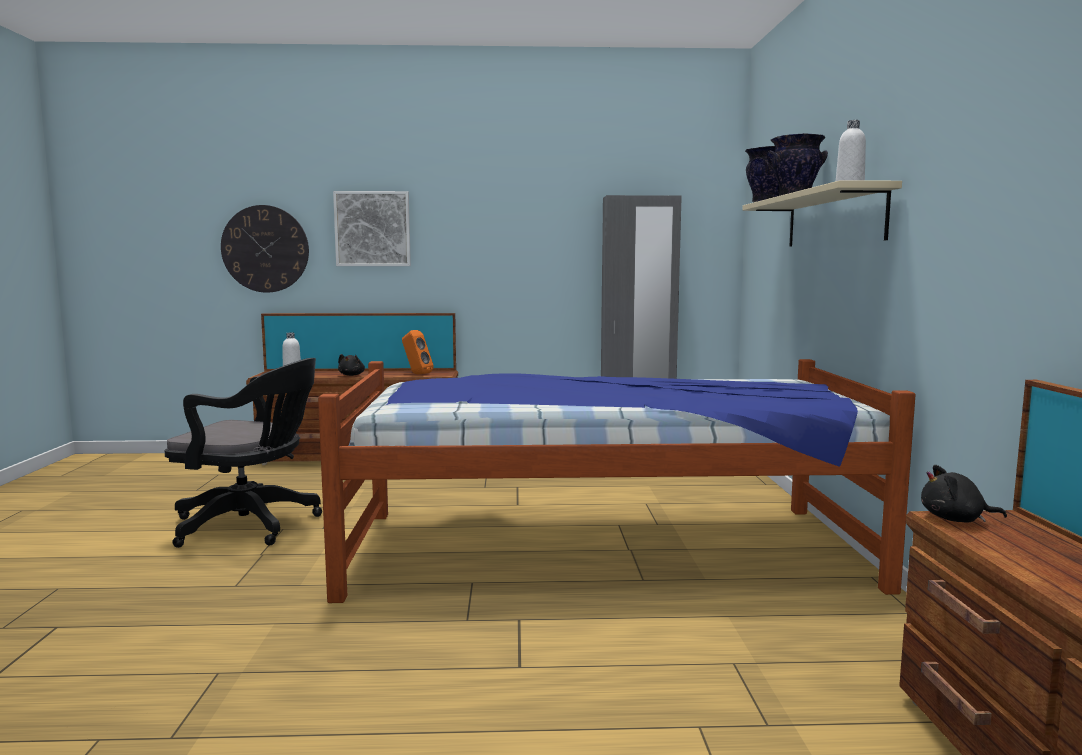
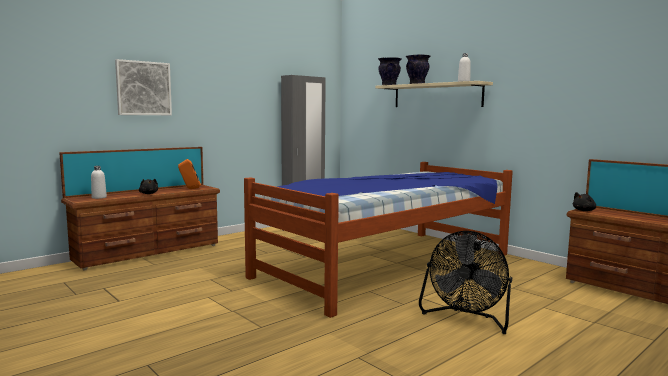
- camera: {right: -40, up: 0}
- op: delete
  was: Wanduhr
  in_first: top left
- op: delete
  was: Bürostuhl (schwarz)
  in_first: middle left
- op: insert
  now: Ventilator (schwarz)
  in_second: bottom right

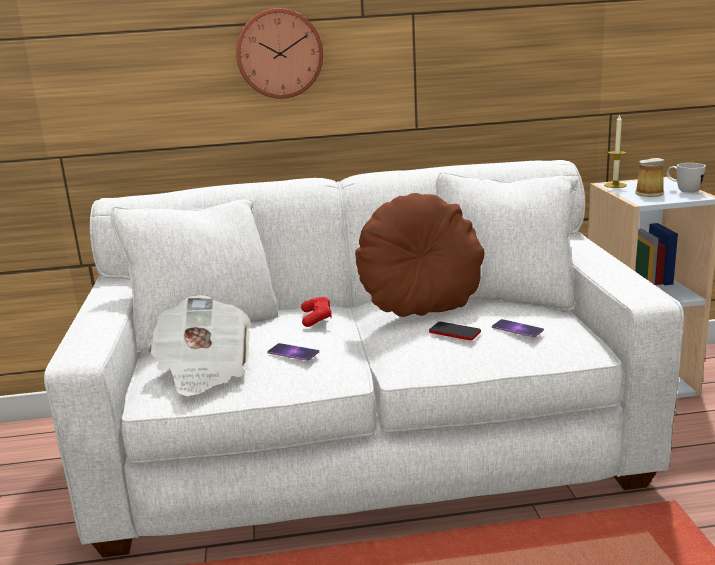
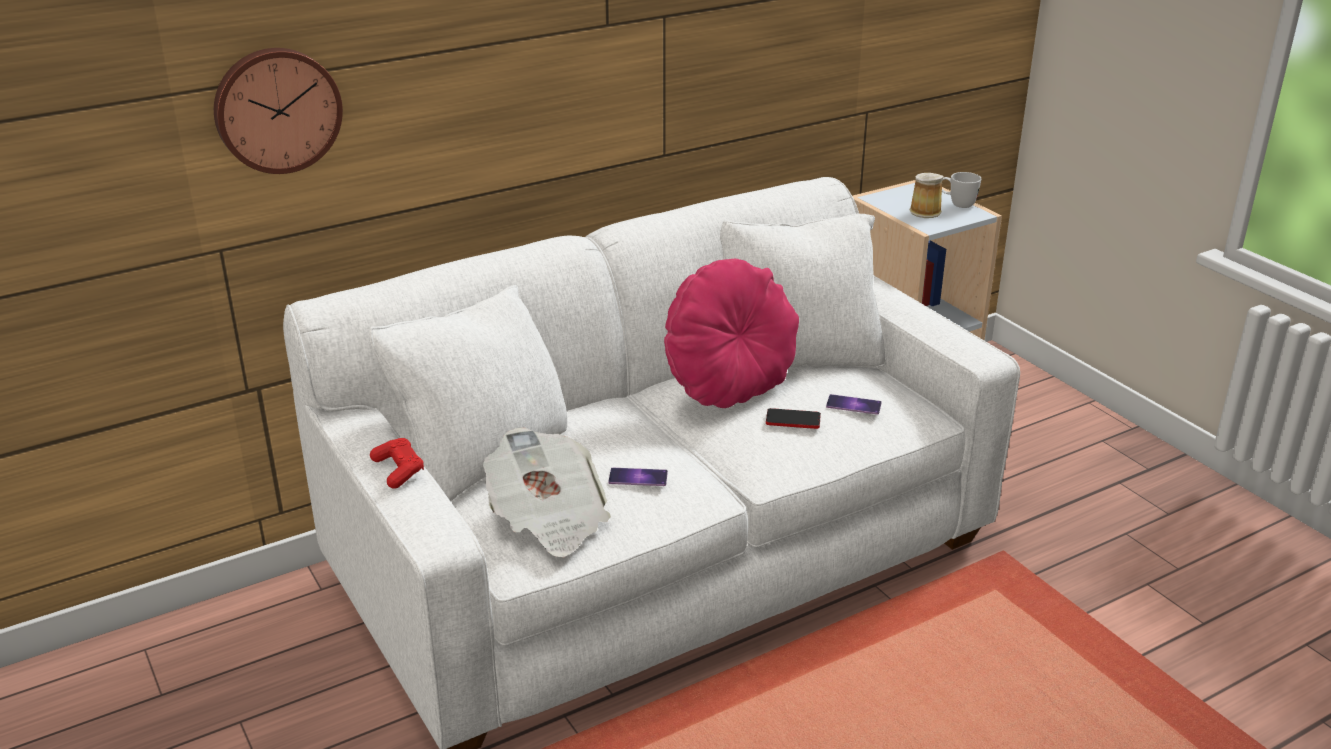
- camera: {right: -25, up: 10}
- op: move
  was: Wanduhr
  in_first: top centre
  in_second: top left
- op: delete
  was: Kerze
  in_first: top right
- op: recolor
  was: Kissen (braun)
  now: Kissen (rosa)
  in_first: centre
  in_second: centre
- op: move
  was: Gamepad (rot)
  in_first: centre
  in_second: middle left

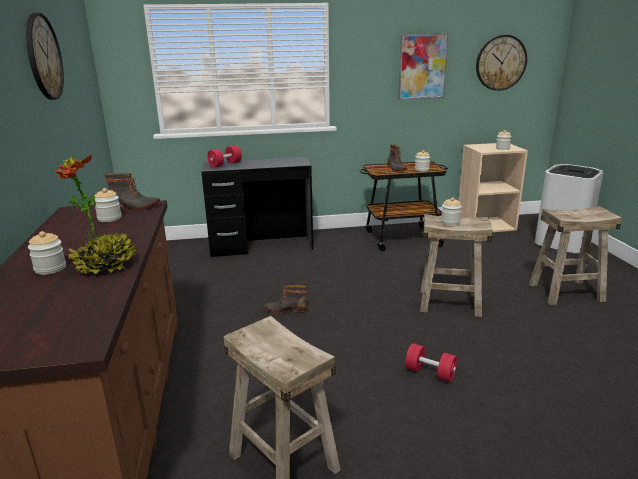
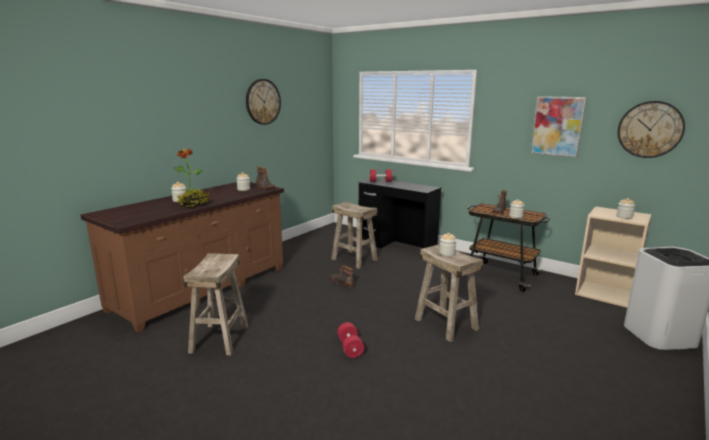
- camera: {right: 45, up: -5}
- op: move
  was: Hocker (beige) (3rd from left in the first image)
  now: Hocker (beige) (2nd from left)
  in_first: middle right
  in_second: centre

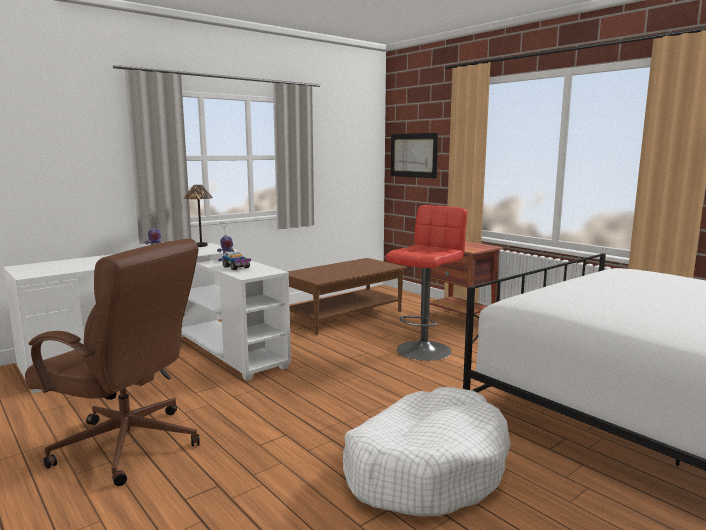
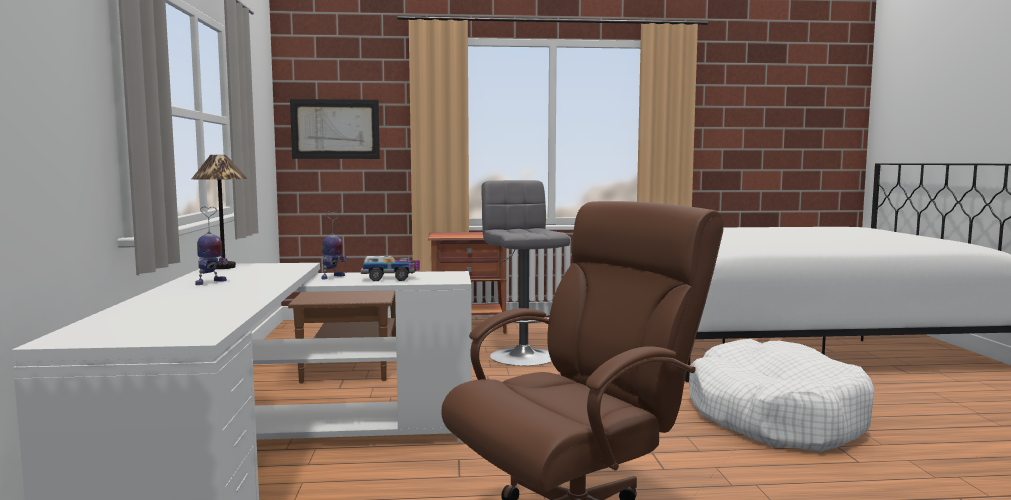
- camera: {right: -55, up: -5}
- op: recolor
  was: Hocker (rot)
  now: Hocker (grau)
  in_first: centre
  in_second: centre

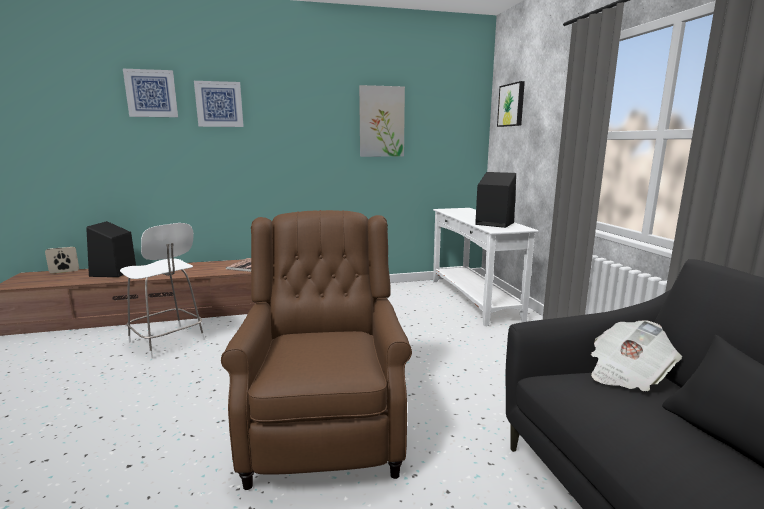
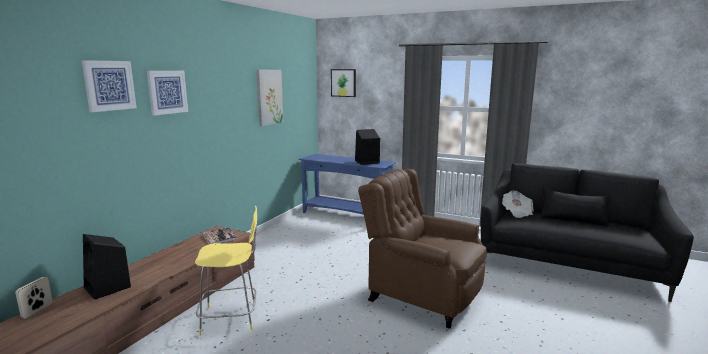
- camera: {right: -50, up: 0}
- op: recolor
  was: Konsolentisch (weiß)
  now: Konsolentisch (blau)
  in_first: centre
  in_second: centre
- op: recolor
  was: Hocker (weiß)
  now: Hocker (gelb)
  in_first: middle left
  in_second: bottom left

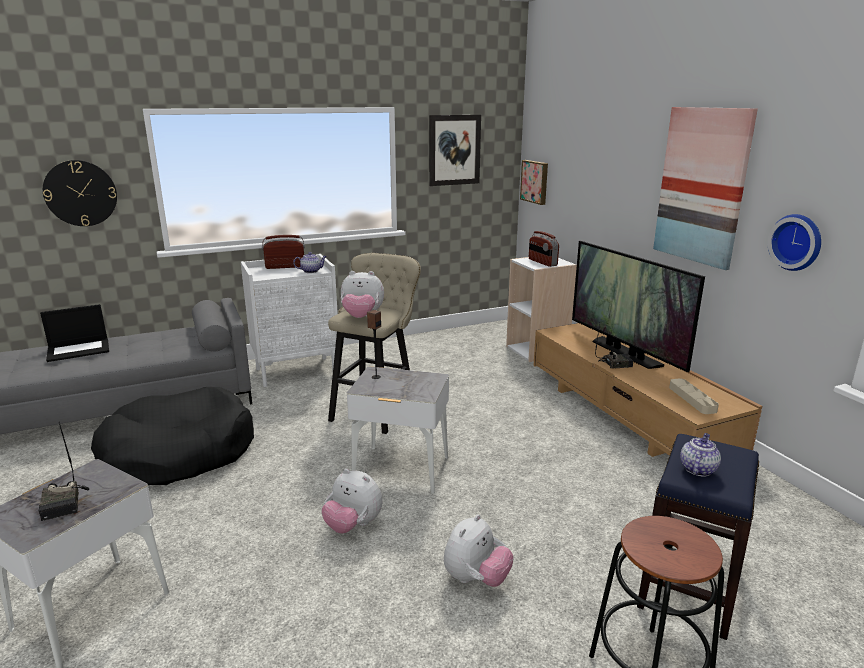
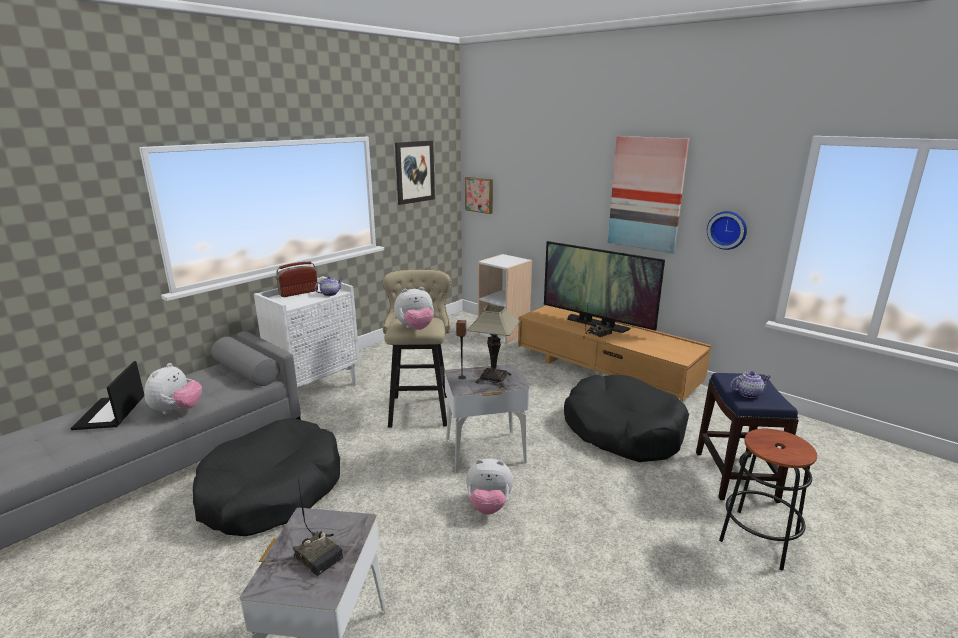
- camera: {right: -25, up: 0}
- op: delete
  was: Wanduhr (1st from left)
  in_first: top left
- op: delete
  was: Radio (3rd from left)
  in_first: centre
- op: rotate
  was: Laptop
  in_first: middle left
  in_second: middle left
  clockwise: 135
- op: delete
  was: Tablett (beige)
  in_first: middle right
- op: rotate
  was: Teekanne (2nd from left)
  in_first: bottom right
  in_second: middle right
  clockwise: 75
- op: move
  was: Plüschtier (3rd from left in the first image)
  now: Plüschtier (1st from left)
  in_first: bottom centre
  in_second: middle left
- op: insert
  now: Tischlampe
  in_second: centre
- op: insert
  now: Hundebett (schwarz) (2nd from left)
  in_second: centre

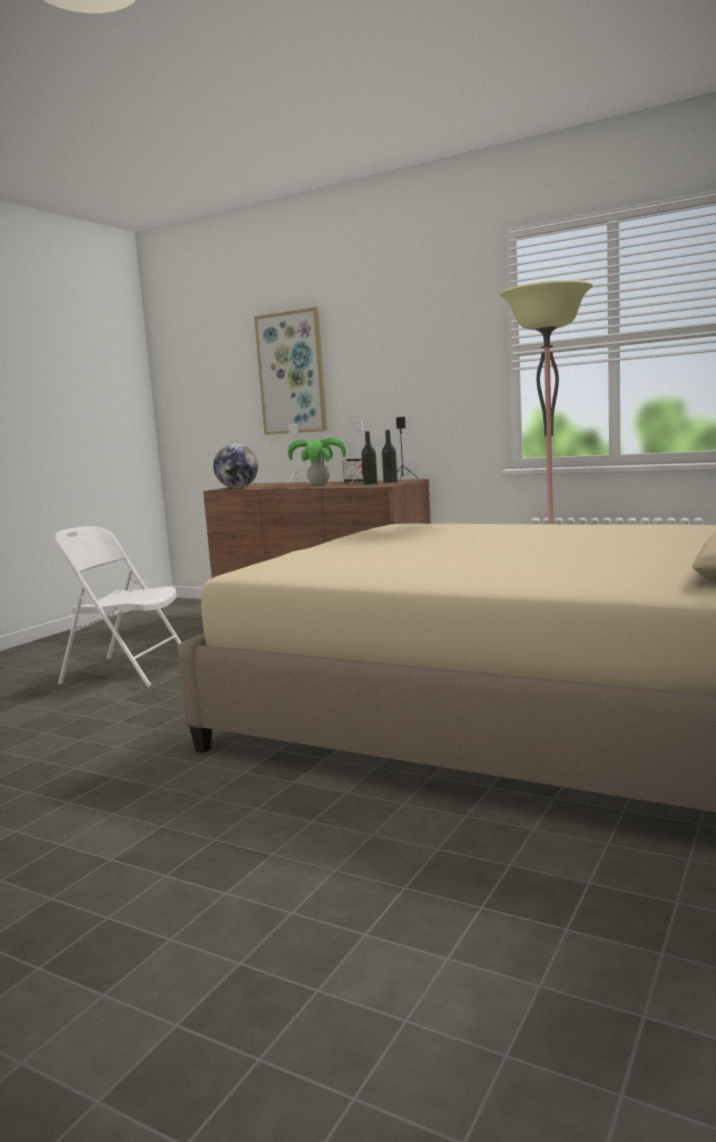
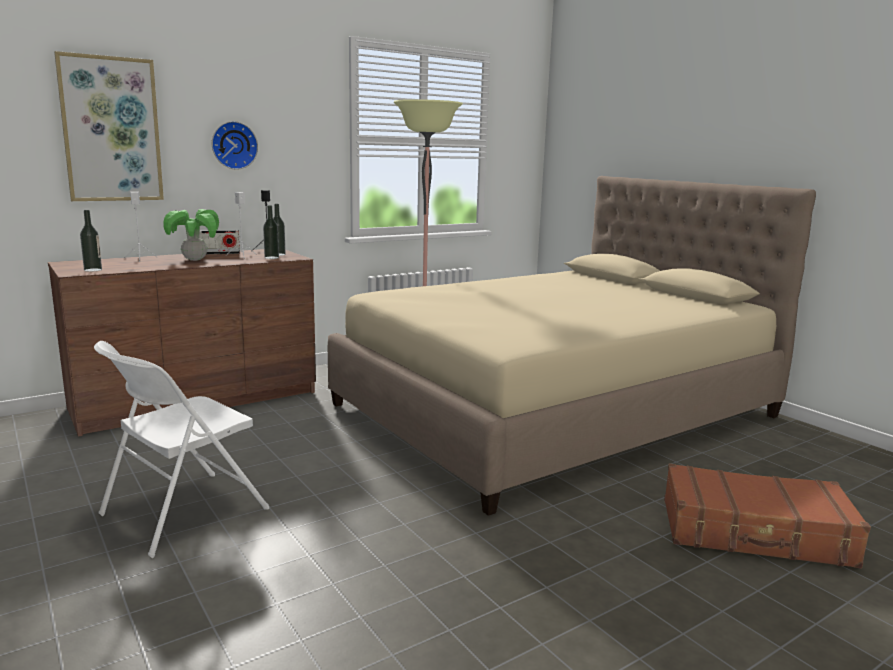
- camera: {right: -65, up: 5}
- op: replace
  was: Globus
  now: Flasche (1st from left)
  in_first: middle left
  in_second: middle left
- op: insert
  now: Wanduhr
  in_second: top left
- op: insert
  now: Koffer (braun)
  in_second: bottom right

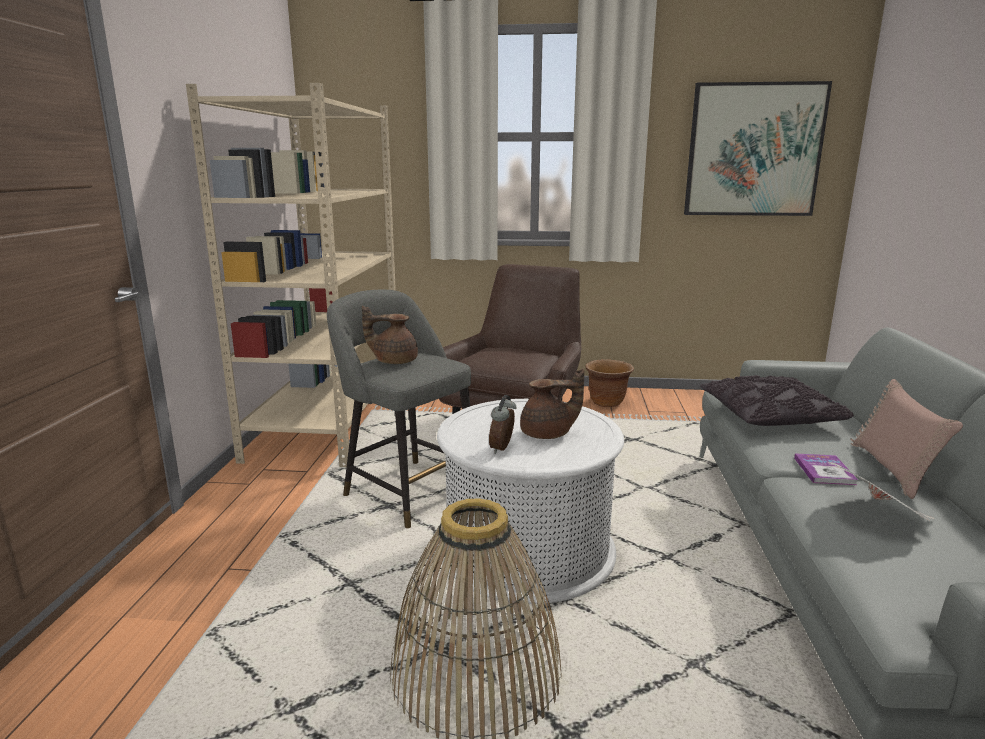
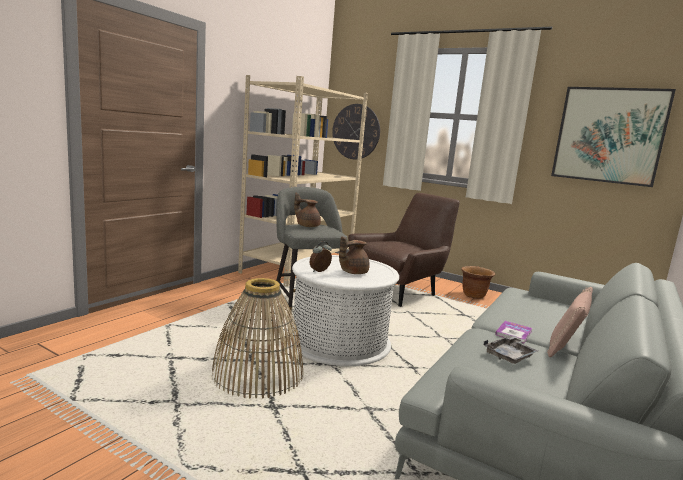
- camera: {right: 25, up: -5}
- op: rotate
  was: Teekanne (braun) (2nd from left)
  in_first: centre
  in_second: centre
  clockwise: 120
- op: delete
  was: Kissen (schwarz)
  in_first: middle right
- op: replace
  was: Zeitung
  now: Tablett (grau)
  in_first: middle right
  in_second: bottom right
- op: insert
  now: Wanduhr
  in_second: top centre

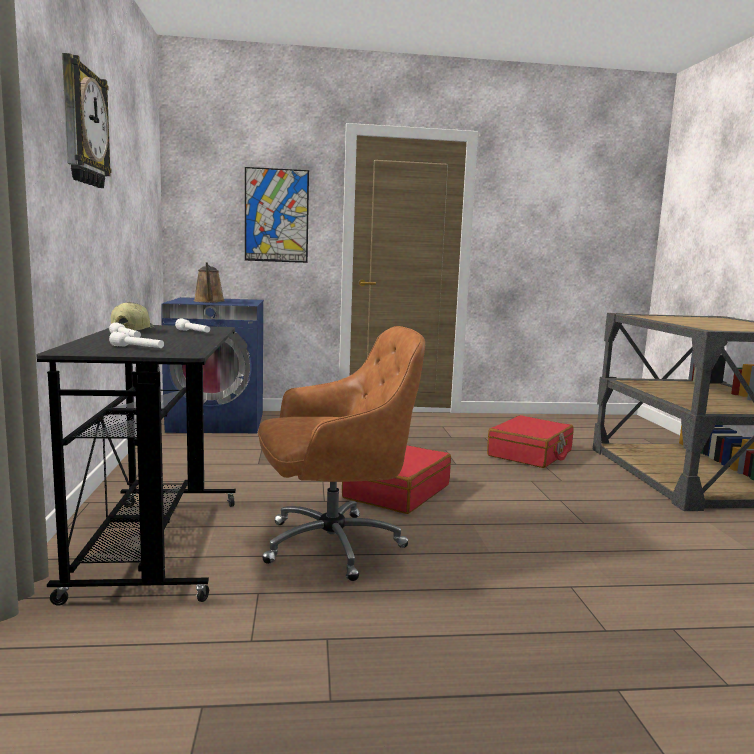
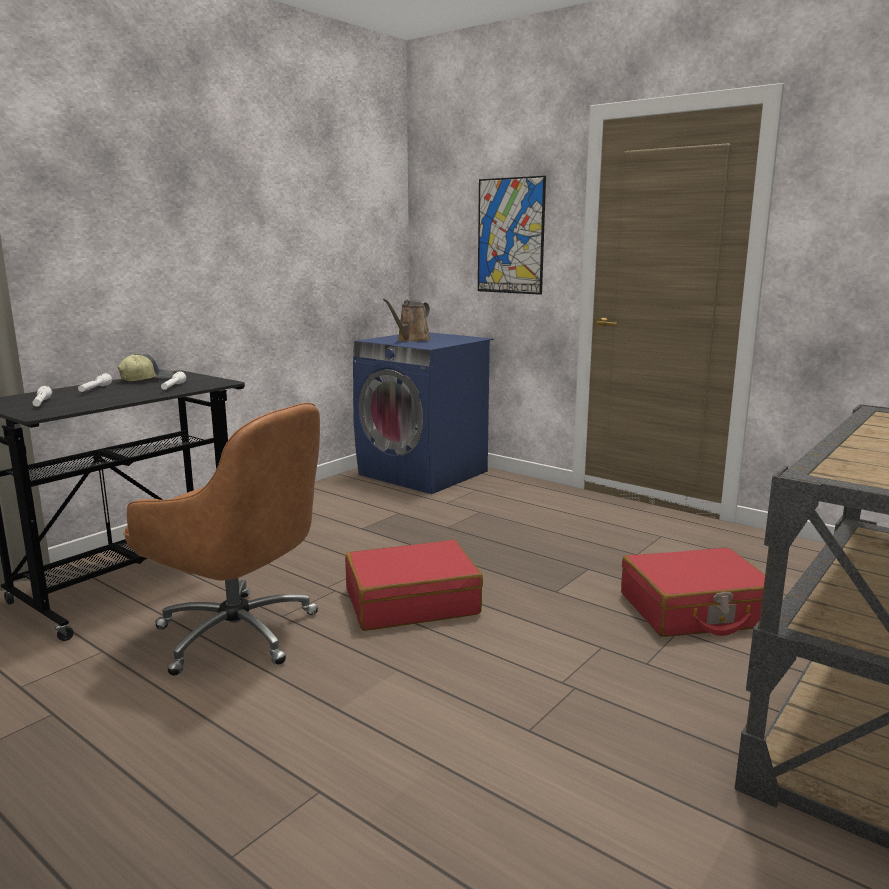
- camera: {right: 45, up: 5}
- op: delete
  was: Wanduhr
  in_first: top left

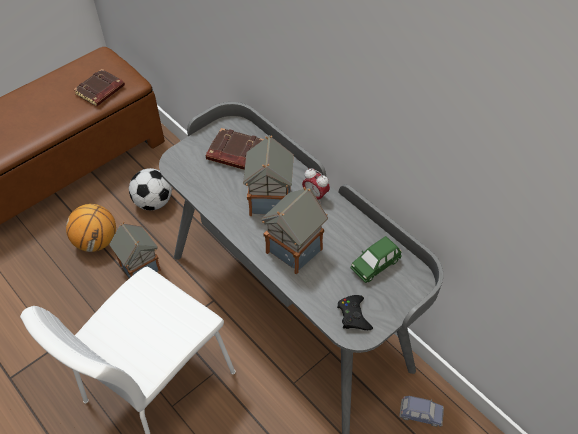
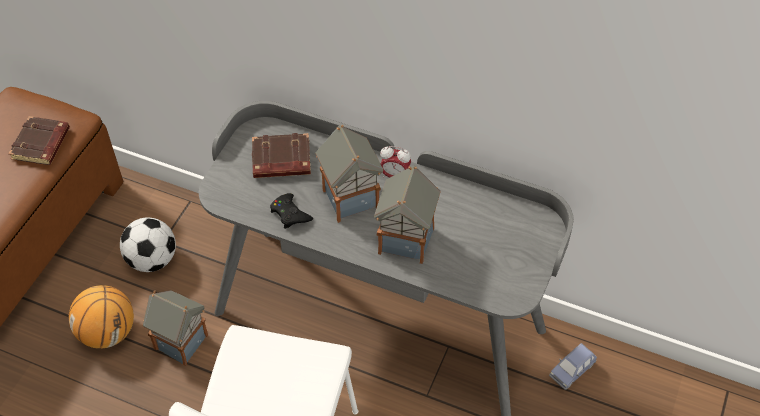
- camera: {right: -25, up: 0}
- op: delete
  was: Spielzeugauto (grün)
  in_first: centre
- op: move
  was: Gamepad (schwarz)
  in_first: bottom centre
  in_second: centre
- op: rotate
  was: Spielzeugauto (blau)
  in_first: bottom right
  in_second: bottom right
  clockwise: 150

